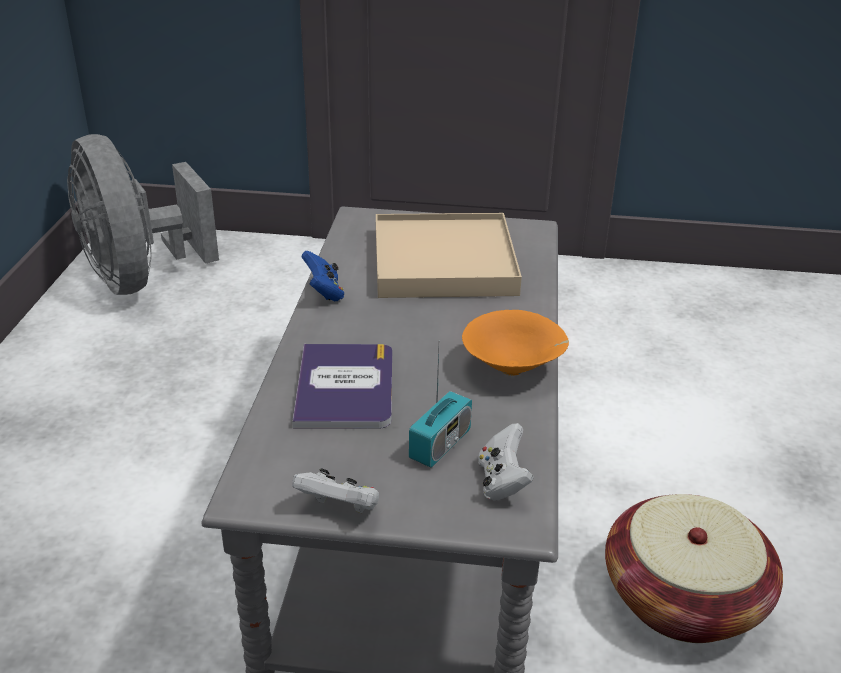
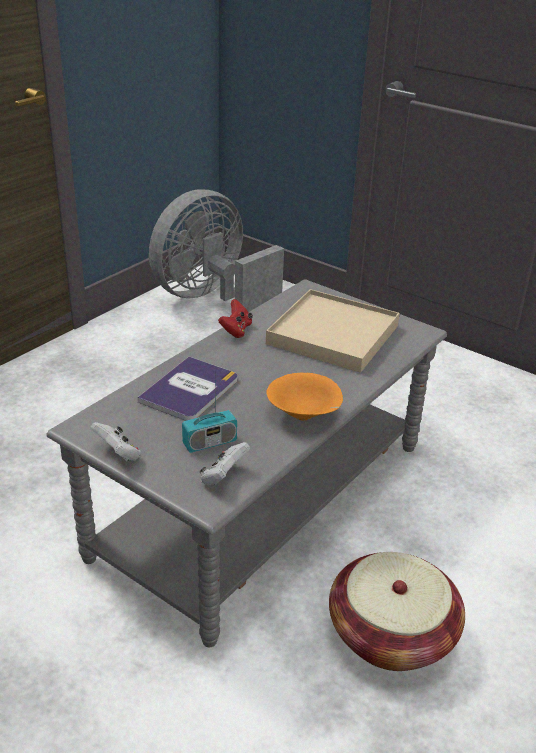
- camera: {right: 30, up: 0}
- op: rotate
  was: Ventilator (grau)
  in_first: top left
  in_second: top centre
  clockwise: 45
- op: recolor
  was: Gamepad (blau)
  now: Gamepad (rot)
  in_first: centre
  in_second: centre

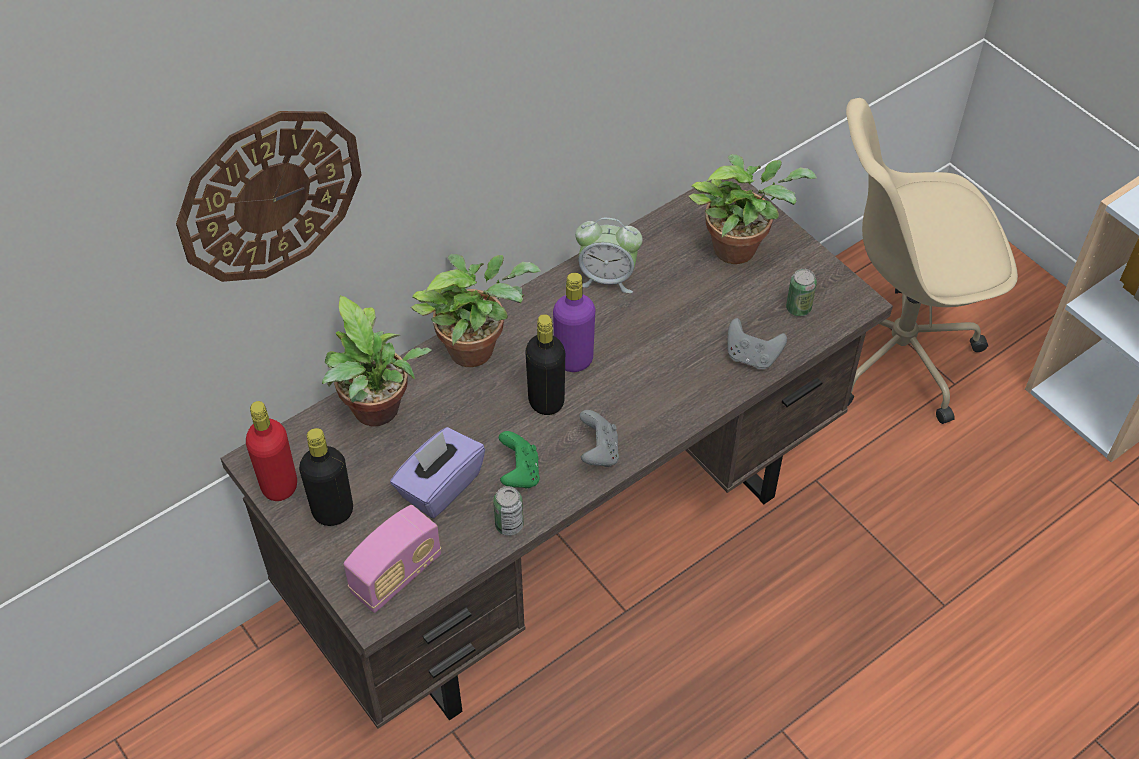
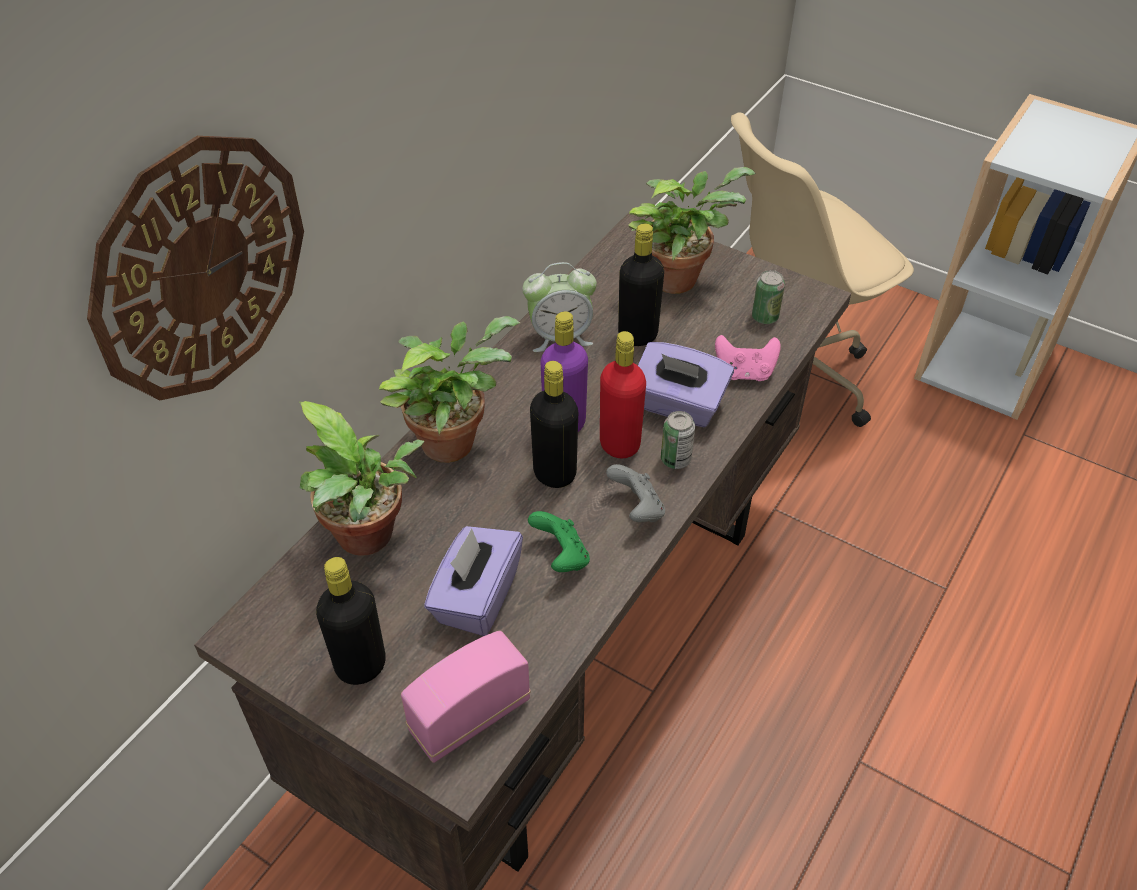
- camera: {right: -20, up: -5}
- op: recolor
  was: Gamepad (grau) (2nd from left)
  now: Gamepad (rosa)
  in_first: centre
  in_second: centre
- op: move
  was: Flasche (rot)
  in_first: middle left
  in_second: centre
- op: move
  was: Dose (1st from left)
  in_first: bottom centre
  in_second: centre
- op: rotate
  was: Radio
  in_first: bottom centre
  in_second: bottom centre
  clockwise: -150
- op: insert
  now: Flasche (schwarz) (3rd from left)
  in_second: top centre
- op: insert
  now: Taschentuchbox (lila) (2nd from left)
  in_second: centre

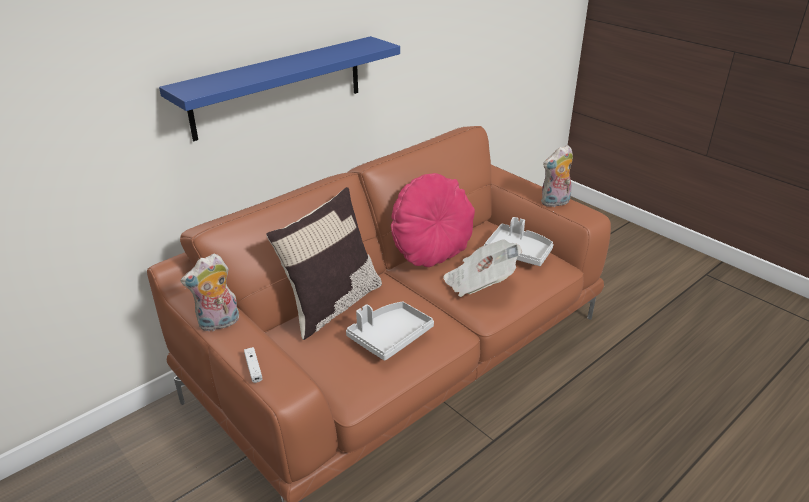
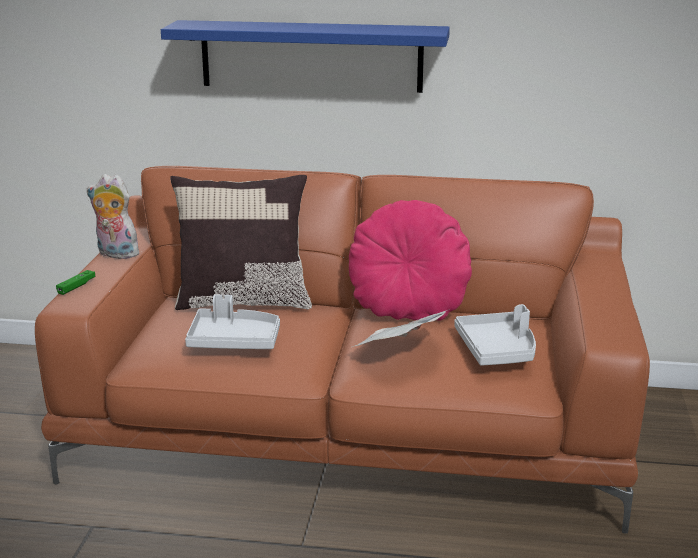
- camera: {right: 50, up: -10}
- op: delete
  was: Plüschtier (2nd from left)
  in_first: middle right
- op: recolor
  was: Gamepad (weiß)
  now: Gamepad (grün)
  in_first: bottom left
  in_second: middle left

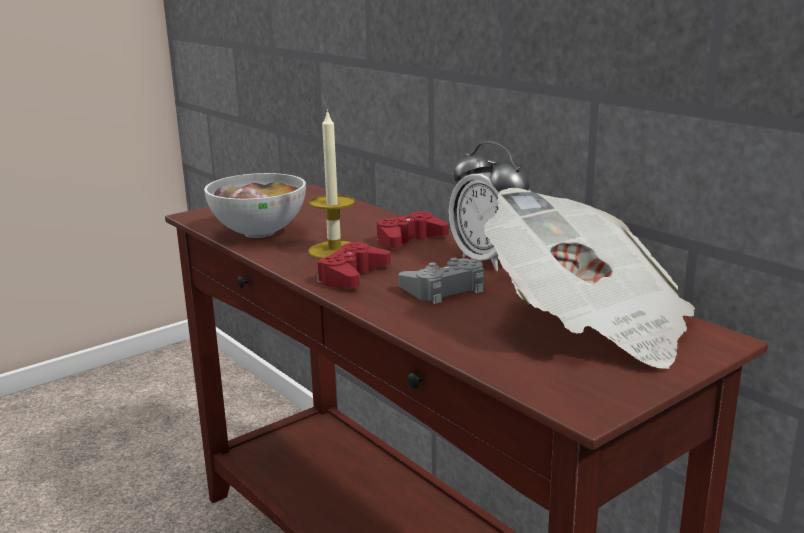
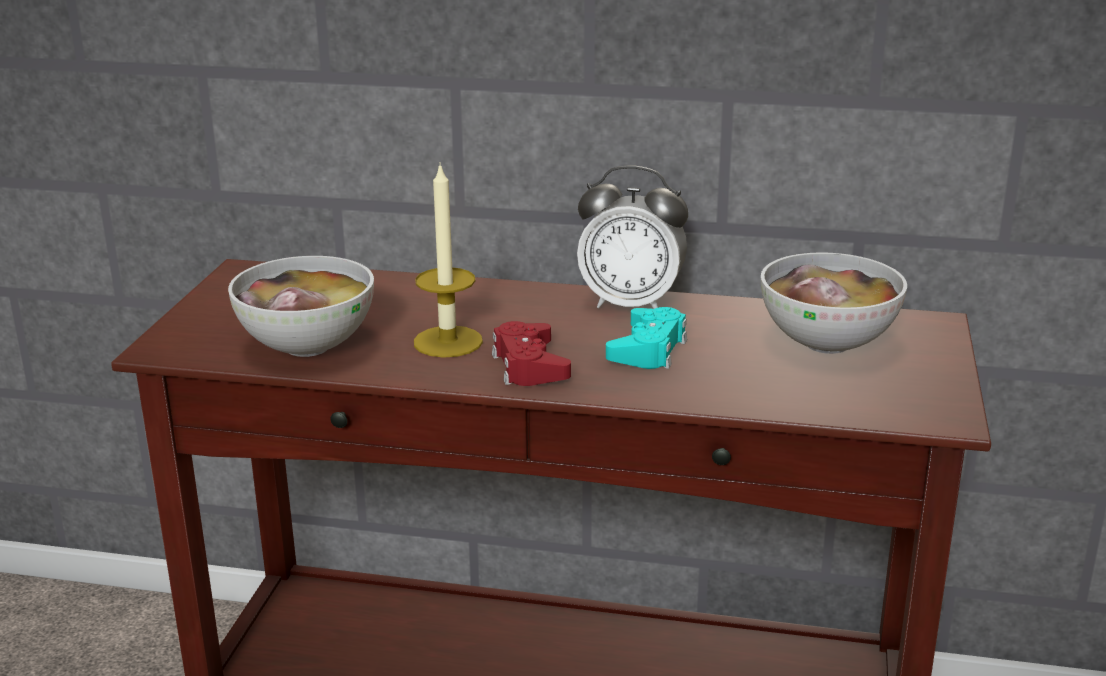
- camera: {right: -40, up: 5}
- op: replace
  was: Zeitung
  now: Schüssel (2nd from left)
  in_first: middle right
  in_second: middle right
- op: delete
  was: Gamepad (rot) (2nd from left)
  in_first: centre
- op: recolor
  was: Gamepad (grau)
  now: Gamepad (türkis)
  in_first: centre
  in_second: centre

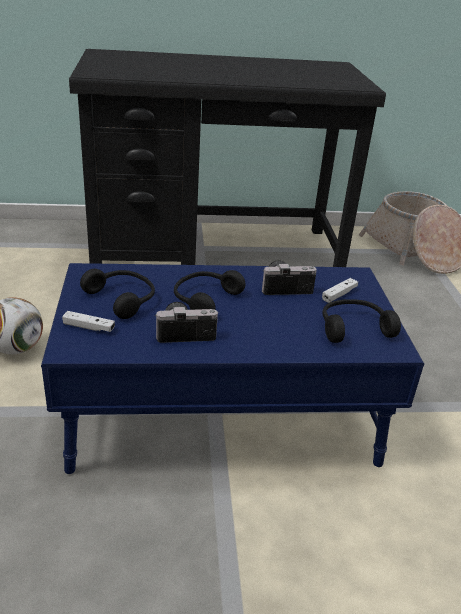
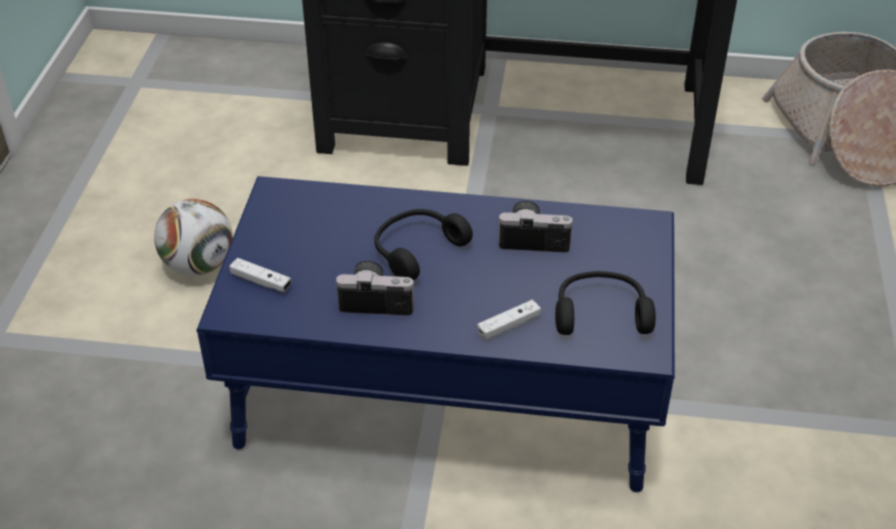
- camera: {right: 15, up: 10}
- op: delete
  was: Kopfhörer (schwarz) (1st from left)
  in_first: middle left
- op: move
  was: Gamepad (weiß) (2nd from left)
  in_first: middle right
  in_second: centre

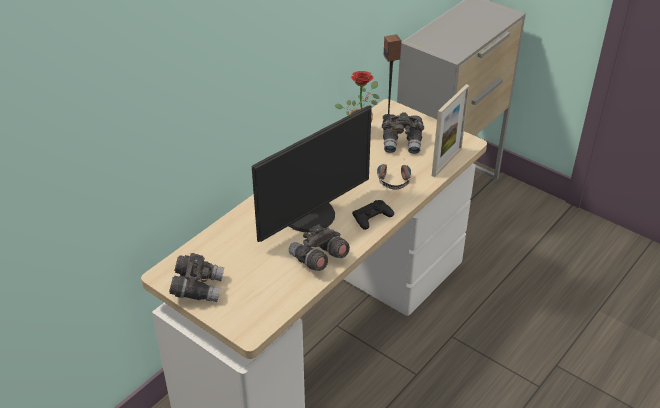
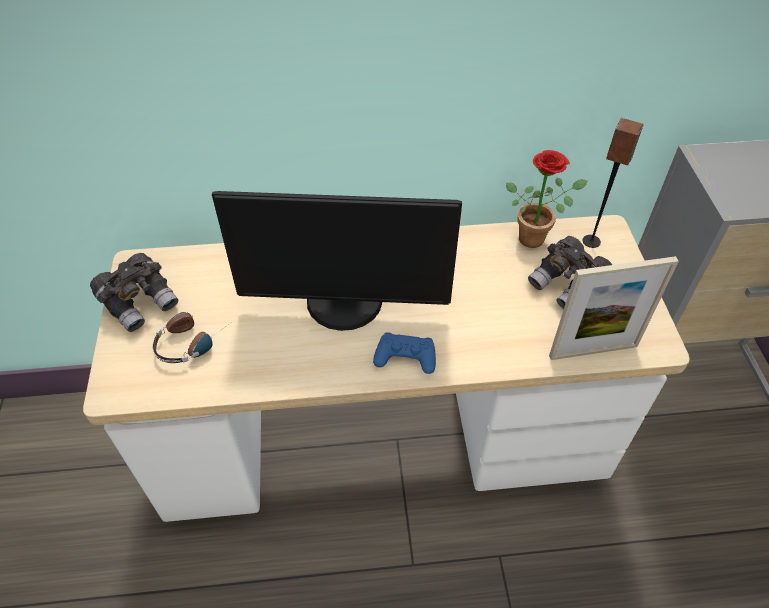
- camera: {right: 45, up: 10}
- op: move
  was: Kopfhörer
  in_first: centre
  in_second: middle left
- op: recolor
  was: Gamepad (schwarz)
  now: Gamepad (blau)
  in_first: centre
  in_second: centre
- op: delete
  was: Fernglas (grau) (2nd from left)
  in_first: centre

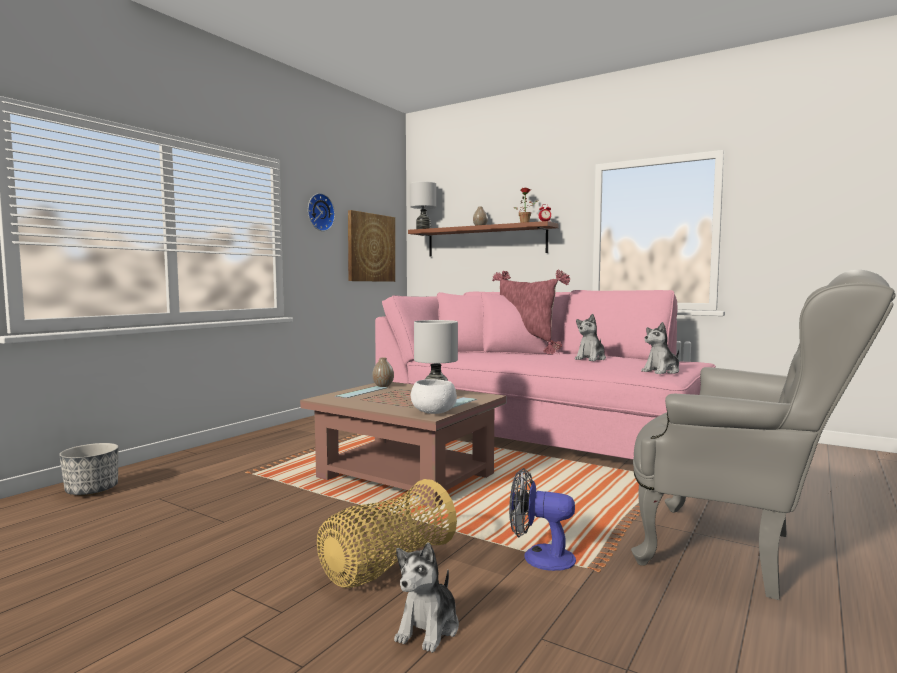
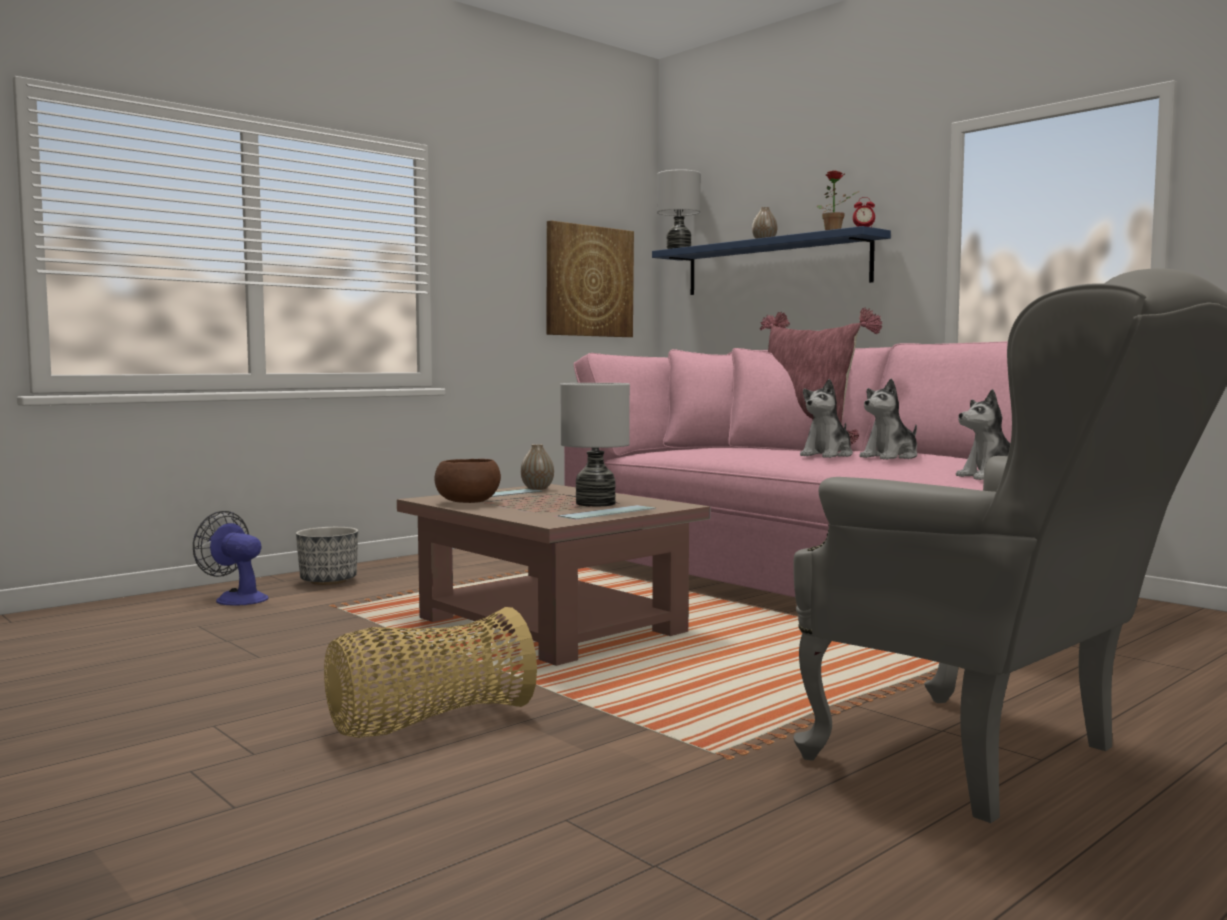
- camera: {right: 15, up: 0}
- op: delete
  was: Wanduhr
  in_first: top centre
- op: recolor
  was: Wandregal (braun)
  now: Wandregal (blau)
  in_first: centre
  in_second: top centre
- op: delete
  was: Schüssel (weiß)
  in_first: centre
- op: move
  was: Pflanzkübel
  in_first: bottom left
  in_second: middle left
- op: move
  was: Ventilator
  in_first: bottom centre
  in_second: middle left
- op: move
  was: Plüschtier (1st from left)
  in_first: bottom centre
  in_second: middle right
- op: insert
  now: Schüssel (braun)
  in_second: centre

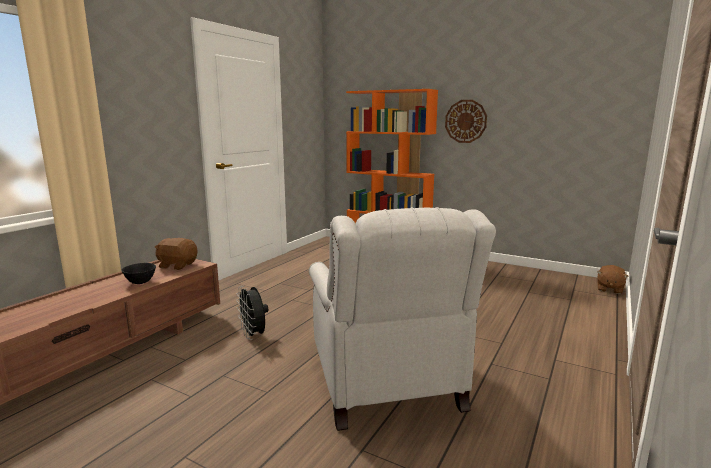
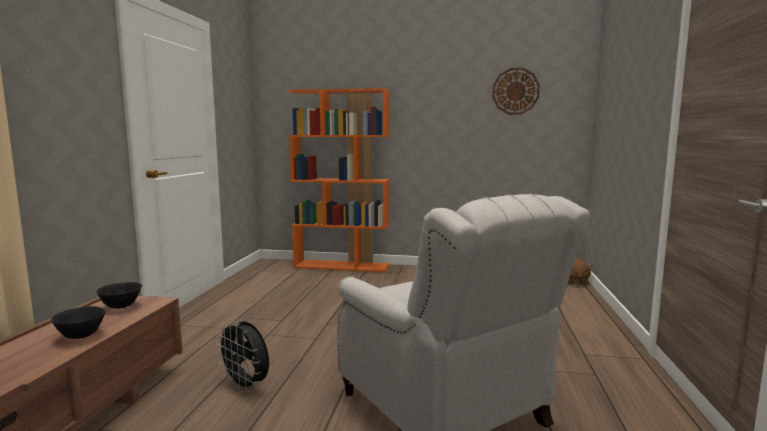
- camera: {right: -20, up: -5}
- op: move
  was: Wanduhr
  in_first: top centre
  in_second: top right
- op: replace
  was: Plüschtier (braun) (1st from left)
  now: Schüssel (schwarz) (2nd from left)
  in_first: middle left
  in_second: bottom left

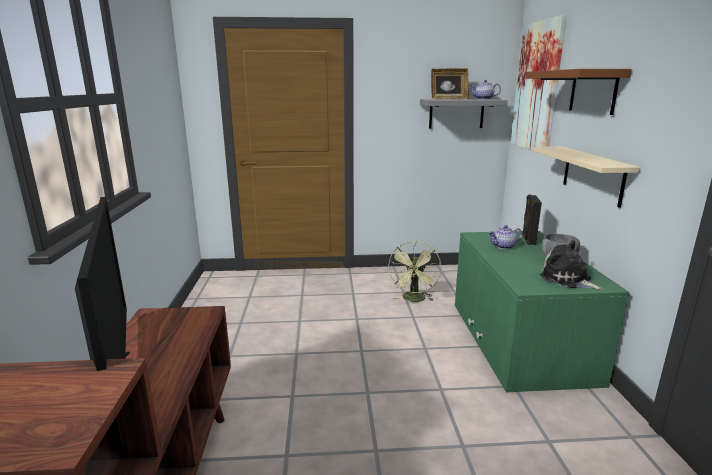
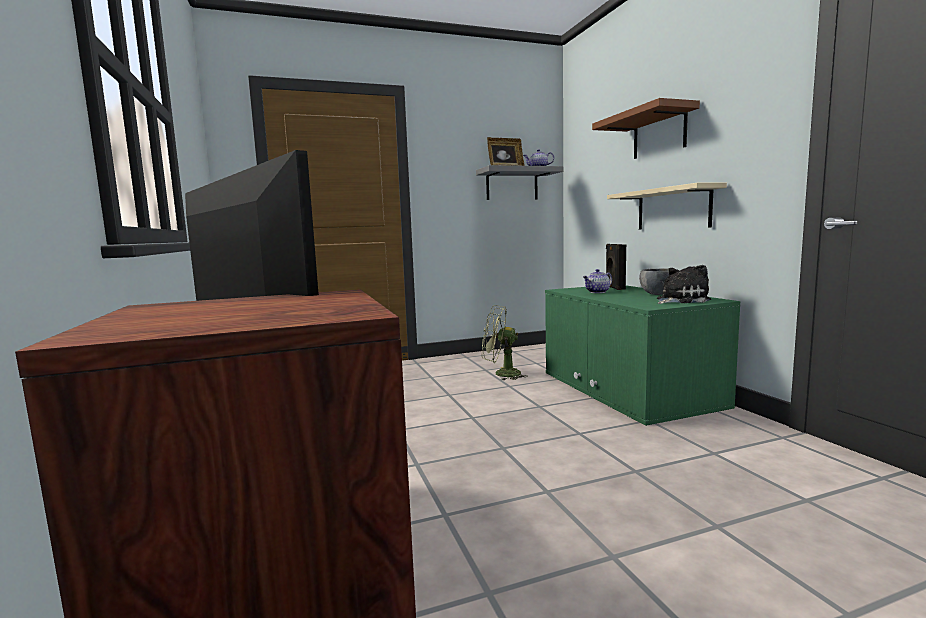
- camera: {right: -15, up: -10}
- op: delete
  was: Bild
  in_first: top right
- op: rotate
  was: Plüschtier
  in_first: middle right
  in_second: middle right
  clockwise: 120
- op: rotate
  was: Ventilator (grün)
  in_first: centre
  in_second: centre
  clockwise: 105

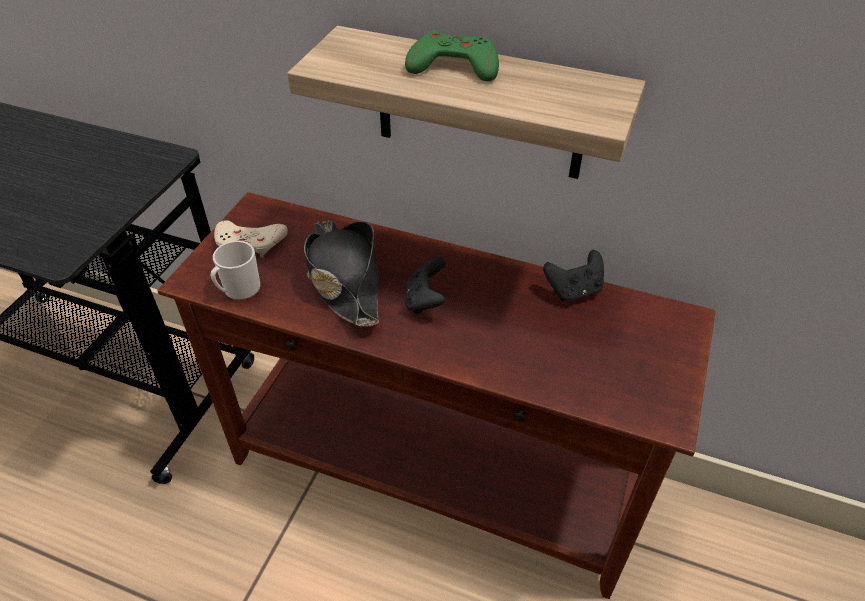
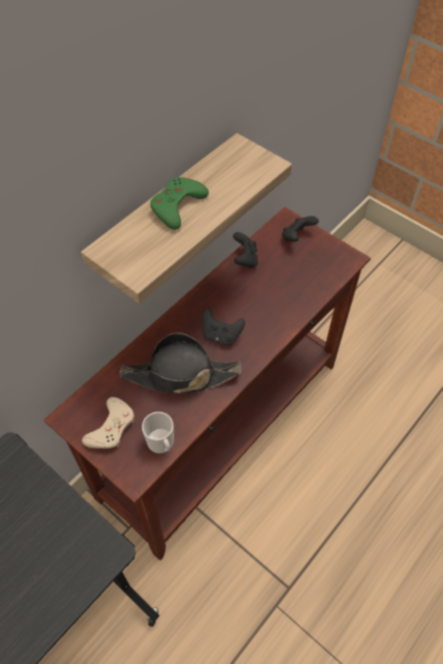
- camera: {right: -70, up: 10}
- op: insert
  now: Gamepad (schwarz) (3rd from left)
  in_second: middle right

